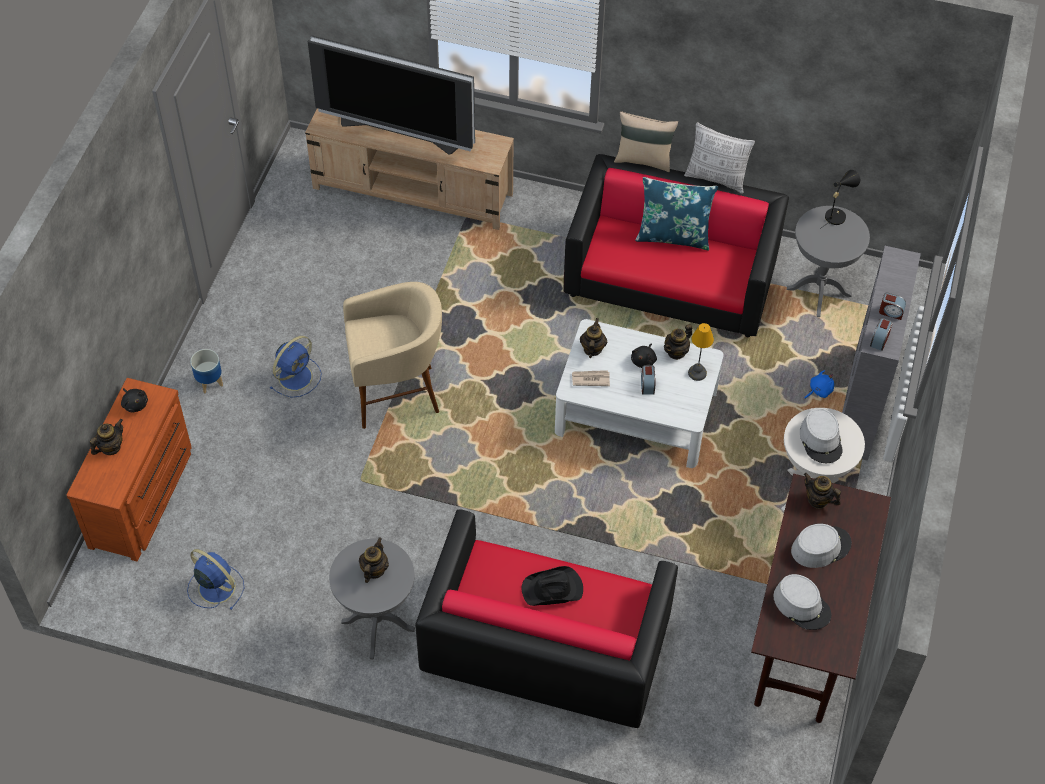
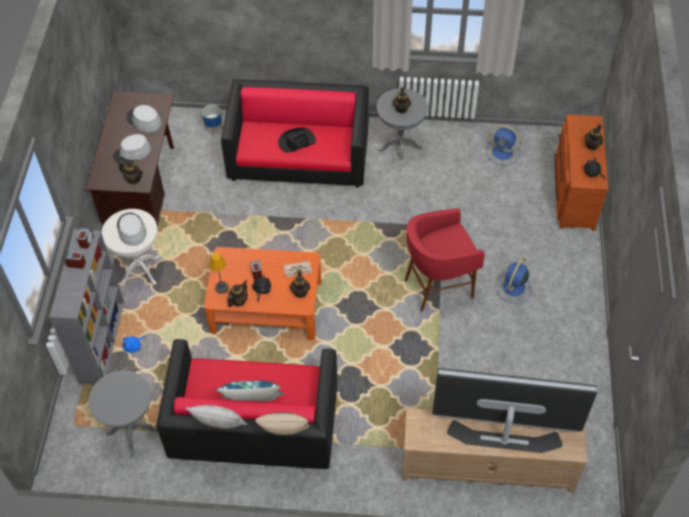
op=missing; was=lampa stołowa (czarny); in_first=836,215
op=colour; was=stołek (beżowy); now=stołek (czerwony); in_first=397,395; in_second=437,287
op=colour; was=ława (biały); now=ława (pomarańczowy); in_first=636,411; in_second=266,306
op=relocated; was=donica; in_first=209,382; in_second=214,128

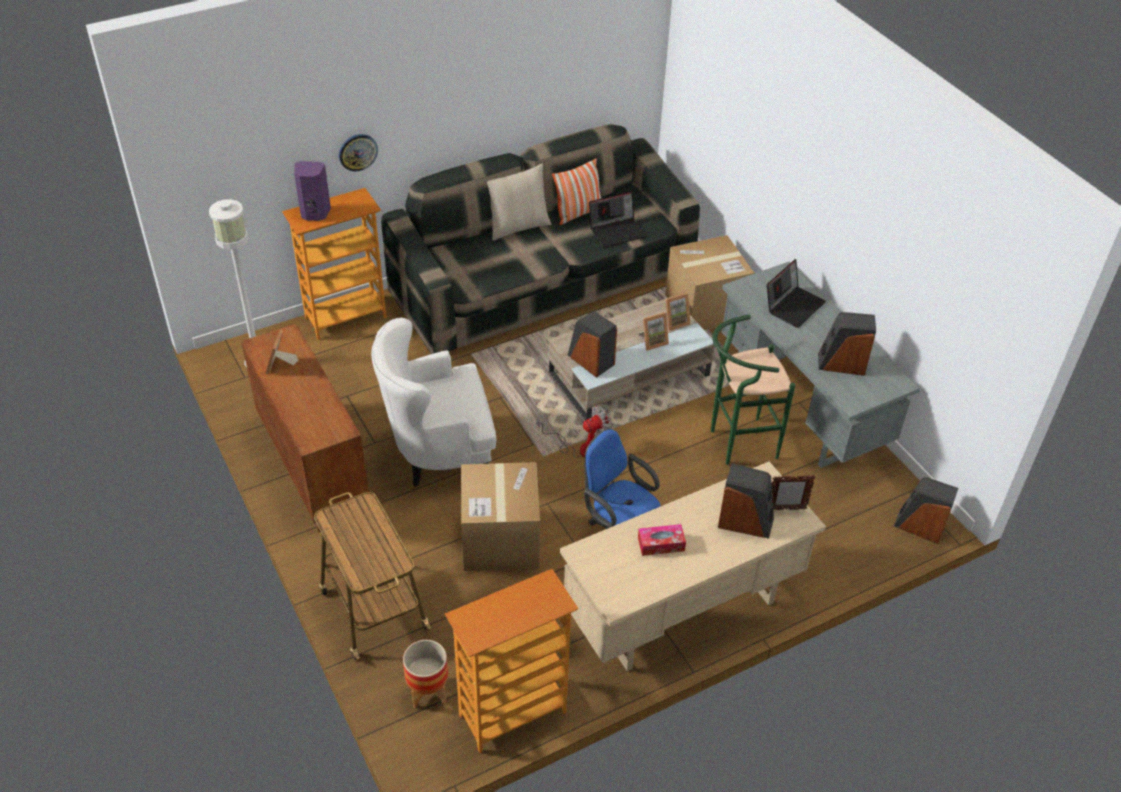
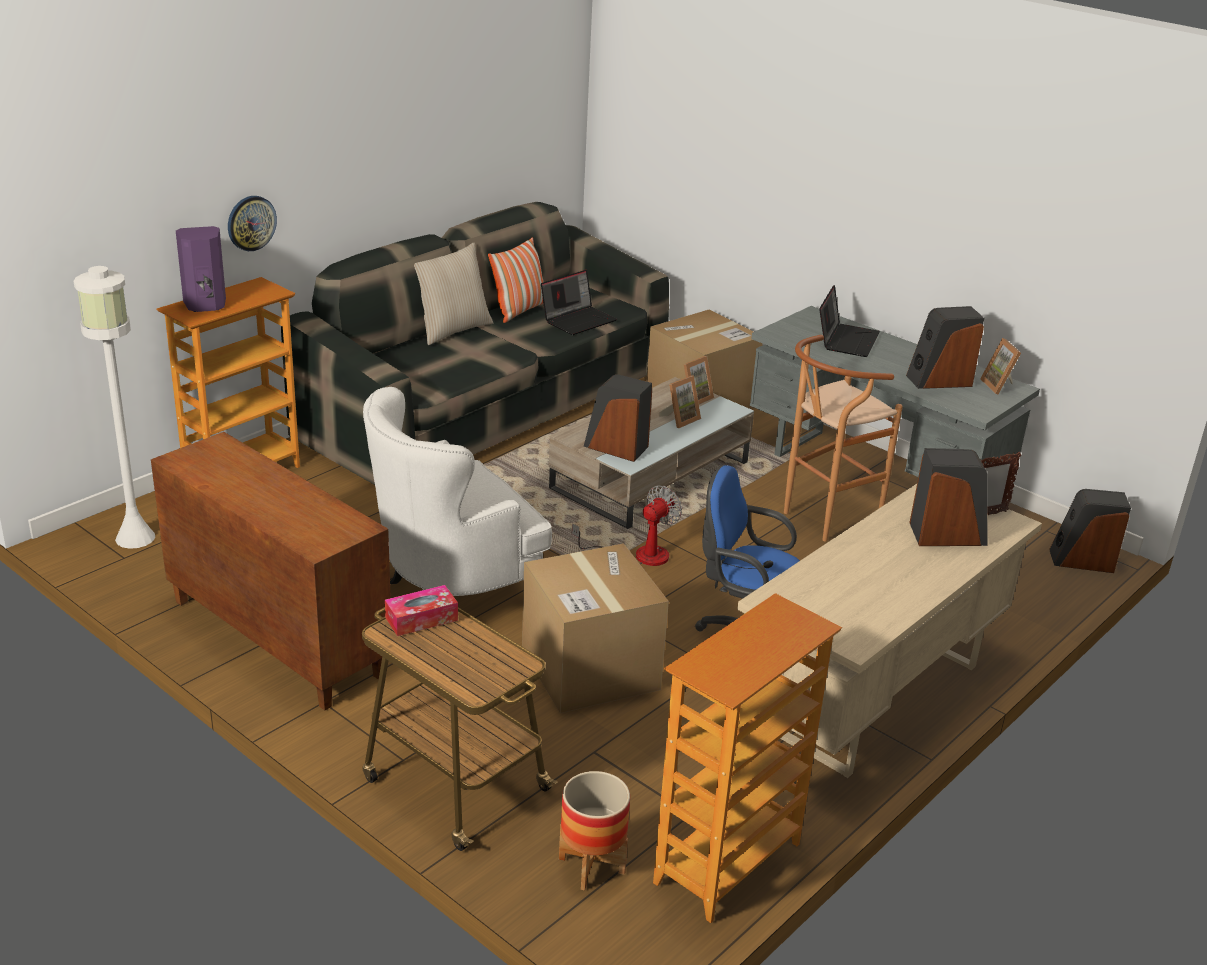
op=colour; was=stołek (zielony); now=stołek (brązowy); in_first=736,444; in_second=822,520
op=relocated; was=ramka na zdjęcie; in_first=280,365; in_second=1000,386
op=relocated; was=pudełko chusteczek; in_first=661,544; in_second=421,619

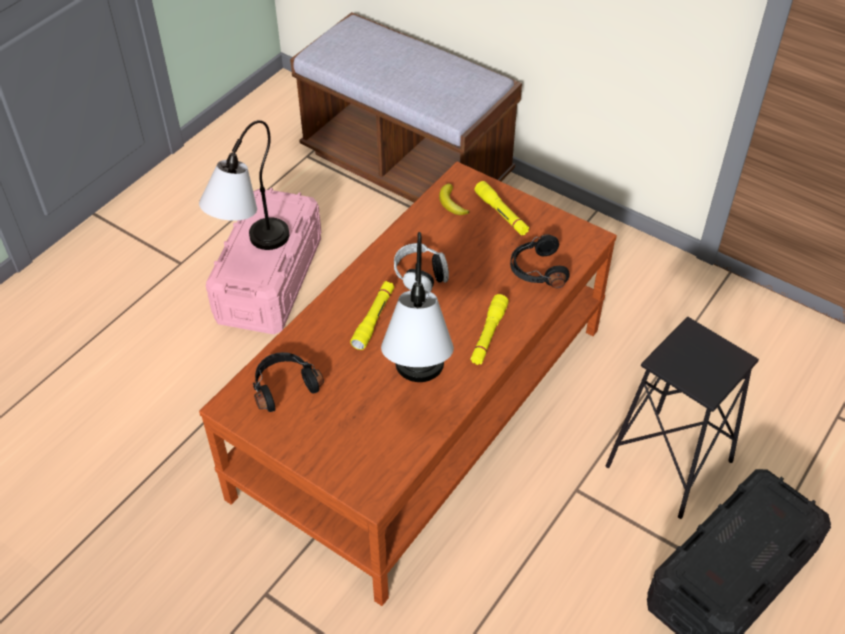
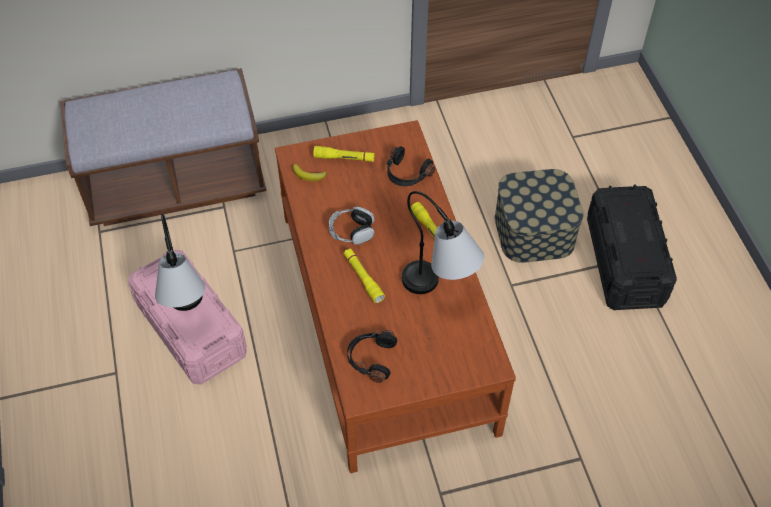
op=exchanged; was=stołek (czarny); now=pojemnik do przechowywania; in_first=669,464; in_second=534,230

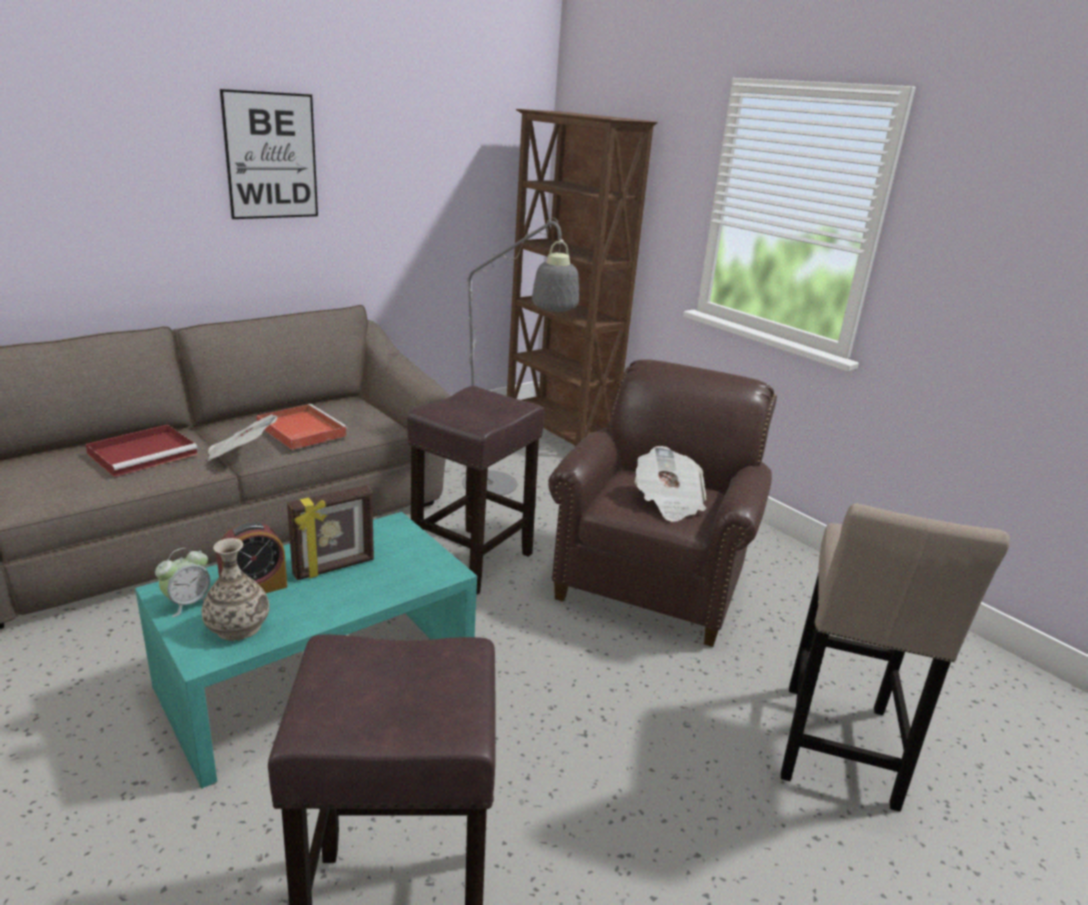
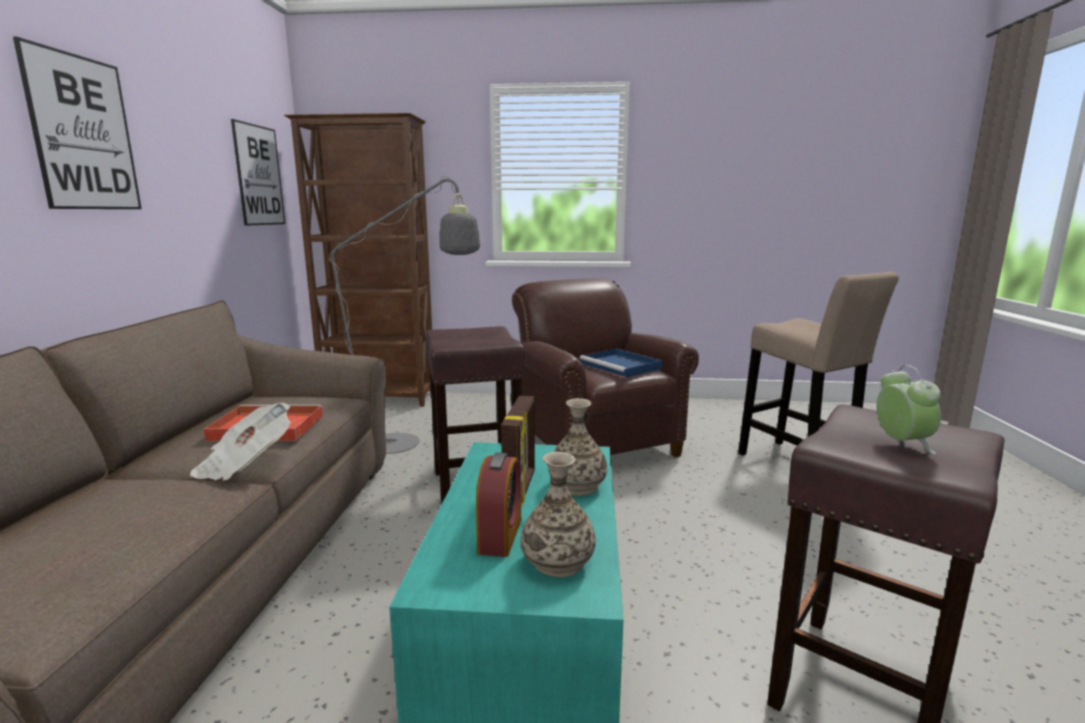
op=missing; was=taca (czerwony); in_first=144,453
op=exchanged; was=gazeta; now=taca (niebieski); in_first=668,502; in_second=622,366
op=relocated; was=budzik; in_first=188,603; in_second=901,443
op=appeared; now=obraz; in_second=259,175
op=appeared; now=wazon; in_second=577,486

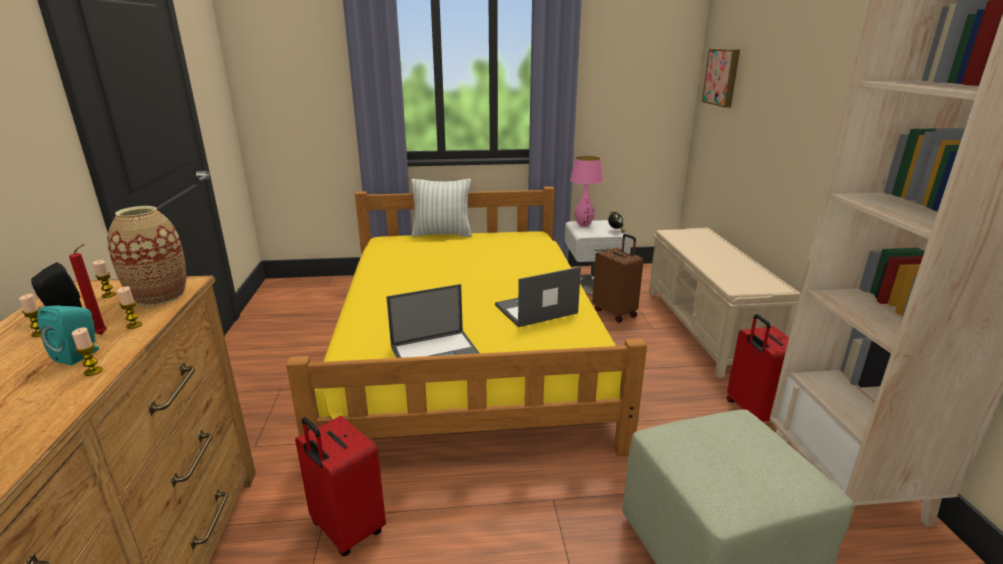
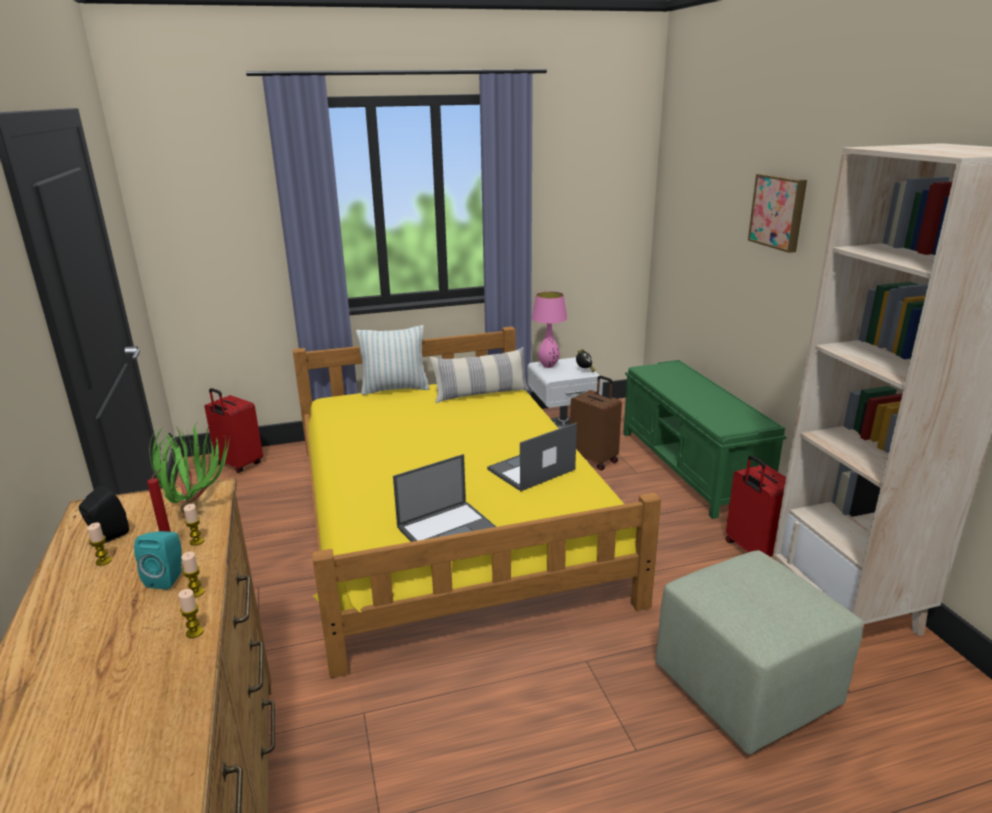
op=relocated; was=obraz; in_first=722,77; in_second=779,211
op=exchanged; was=wazon; now=roślina doniczkowa; in_first=159,296; in_second=196,507
op=colour; was=ławka (beżowy); now=ławka (zielony); in_first=707,328; in_second=691,467
op=relocated; was=świeca; in_first=109,295; in_second=194,632
op=relocated; was=walizka (czerwony); in_first=346,530; in_second=238,464
op=appeared; now=poduszka; in_second=481,394

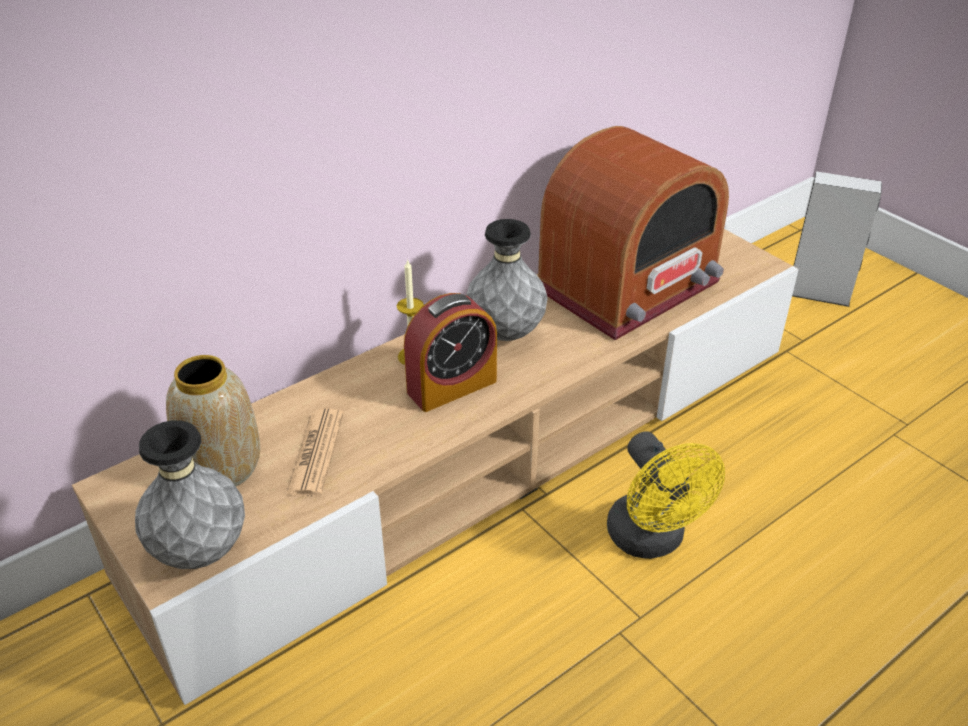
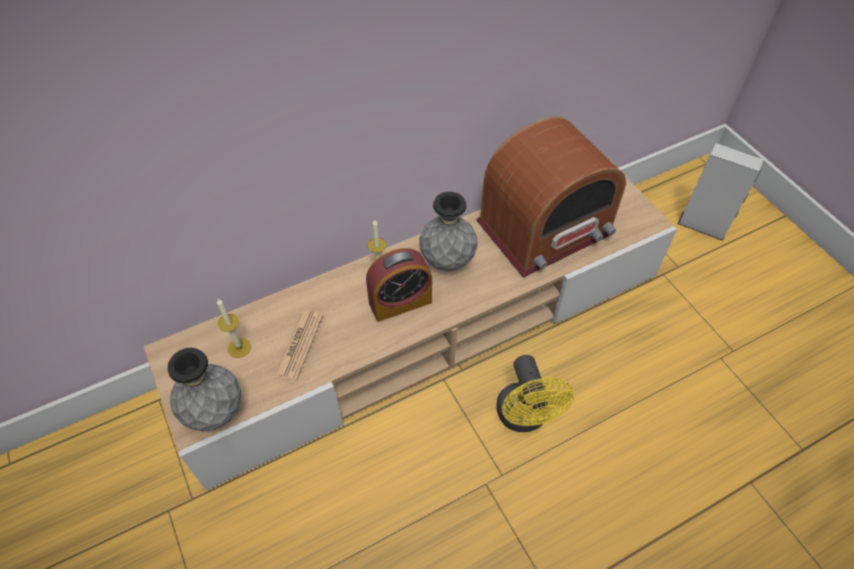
op=exchanged; was=wazon; now=świeca; in_first=224,467; in_second=239,348

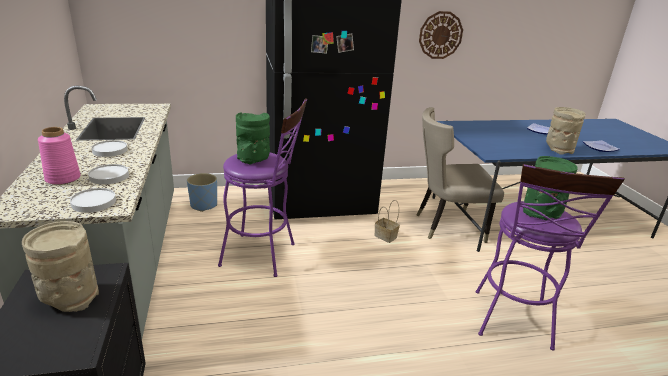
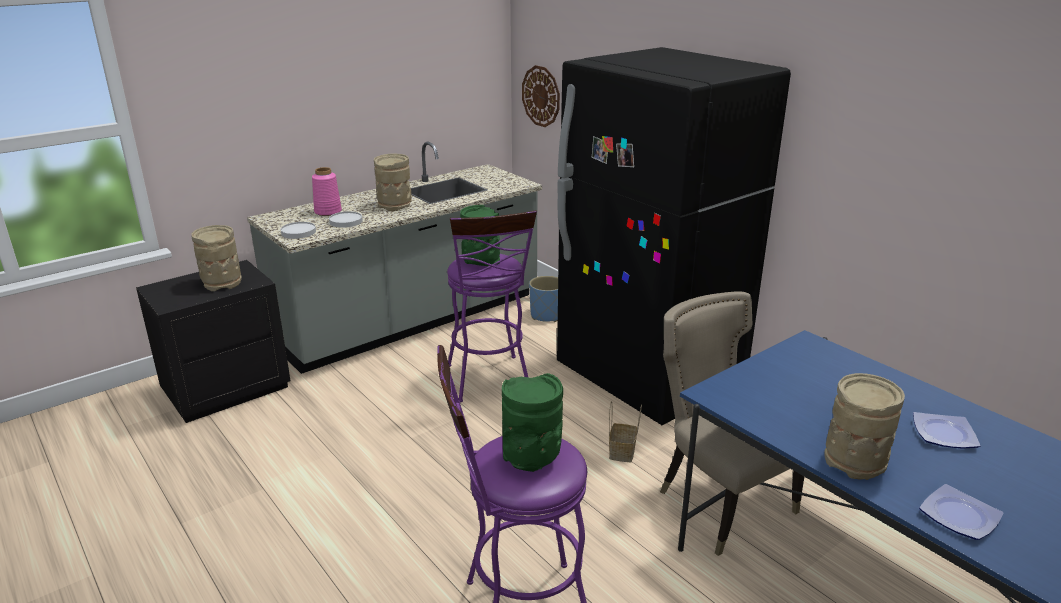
op=relocated; was=zegar ścienny; in_first=440,35; in_second=541,96
op=exchanged; was=talerz (biały); now=wazon (beżowy); in_first=110,150; in_second=395,205

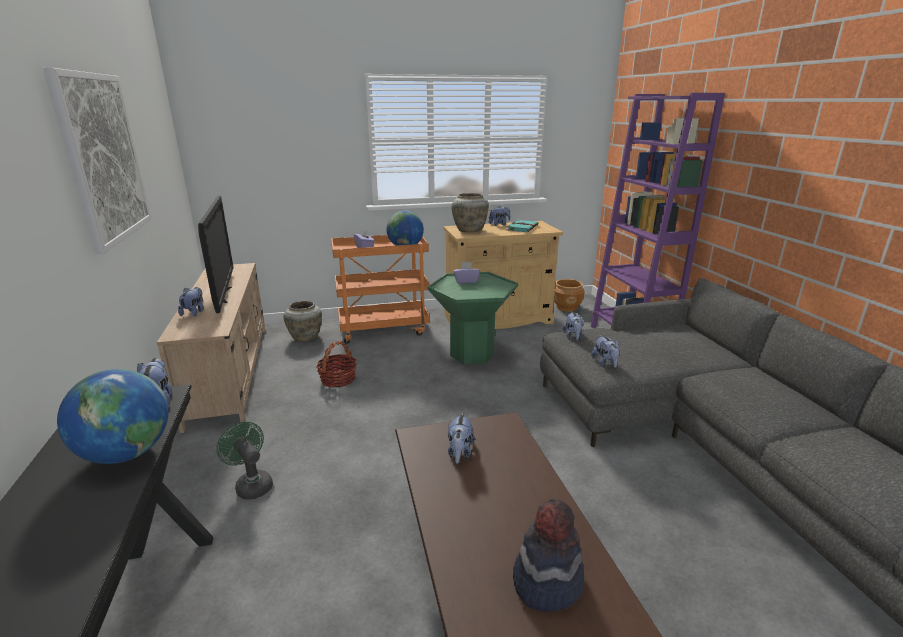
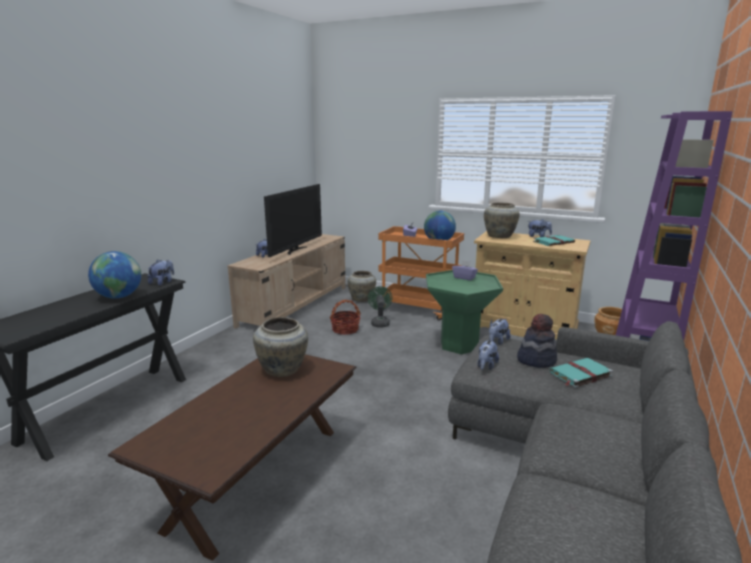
op=missing; was=obraz; in_first=103,158
op=exchanged; was=pluszak; now=wazon (beżowy); in_first=460,453; in_second=282,370
op=relocated; was=wentylator (zielony); in_first=251,484; in_second=380,322
op=relocated; was=kapelusz; in_first=546,581; in_second=536,360
op=appeared; now=książka (turkusowy); in_second=579,374

